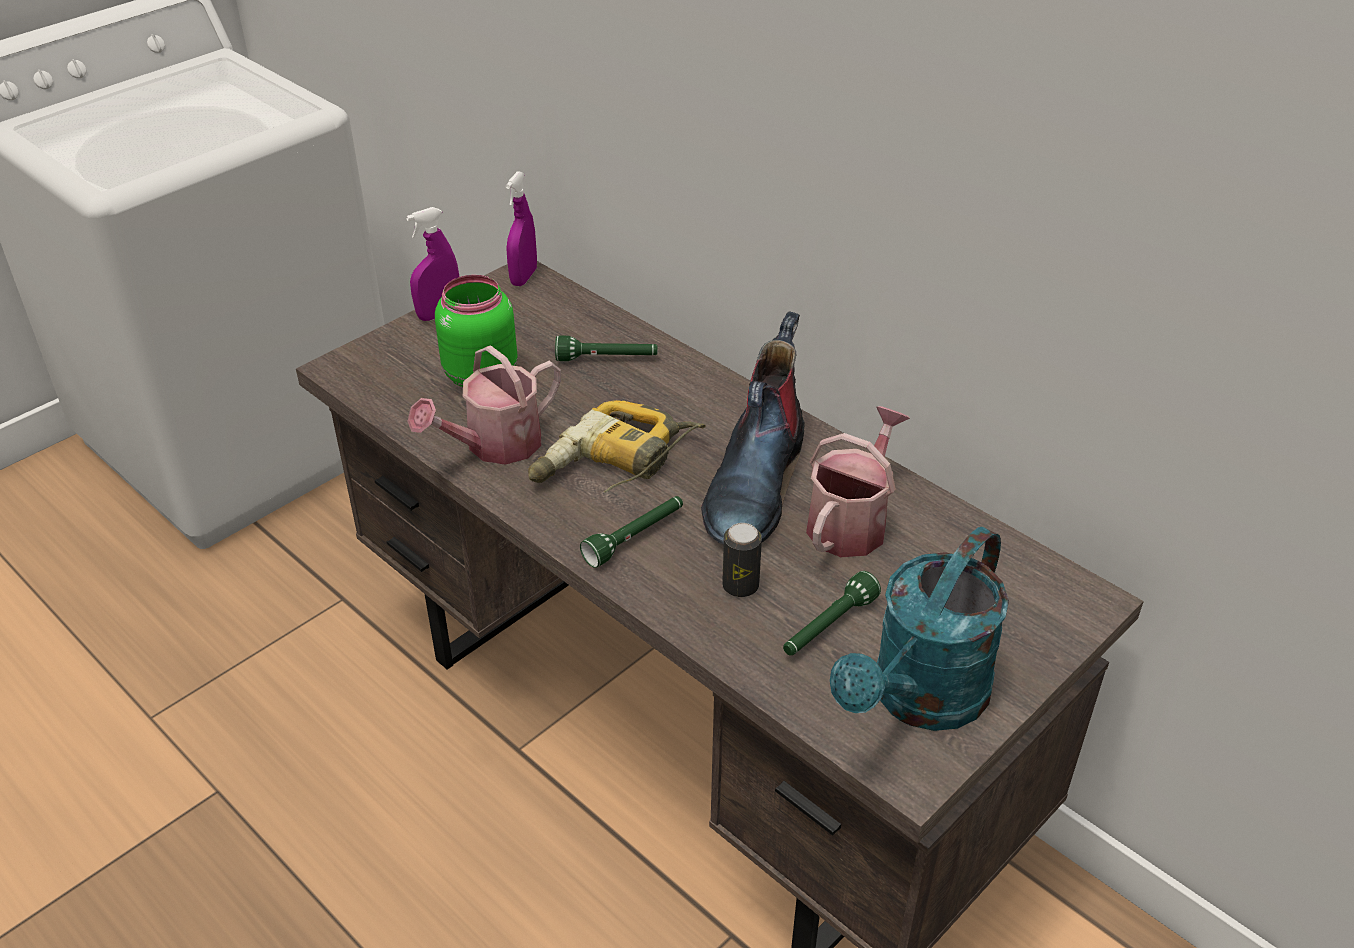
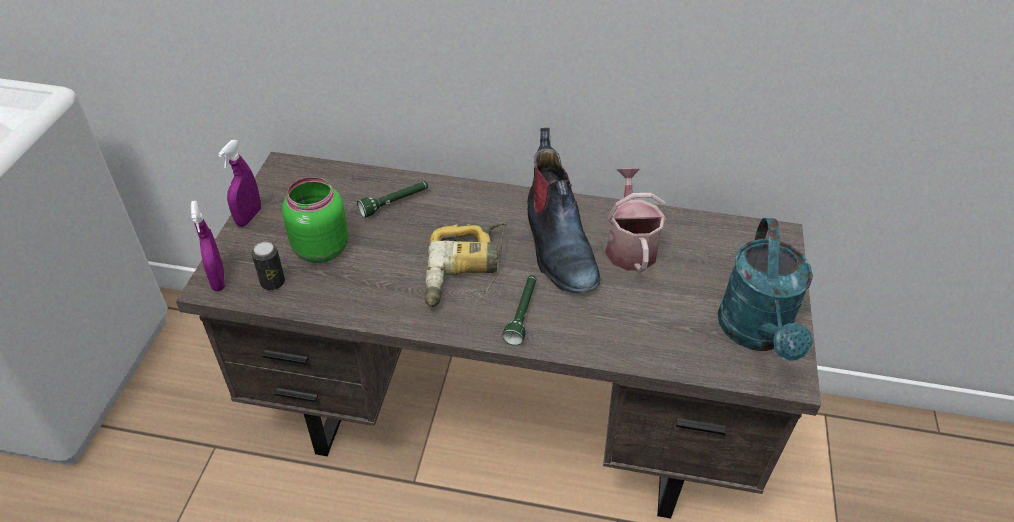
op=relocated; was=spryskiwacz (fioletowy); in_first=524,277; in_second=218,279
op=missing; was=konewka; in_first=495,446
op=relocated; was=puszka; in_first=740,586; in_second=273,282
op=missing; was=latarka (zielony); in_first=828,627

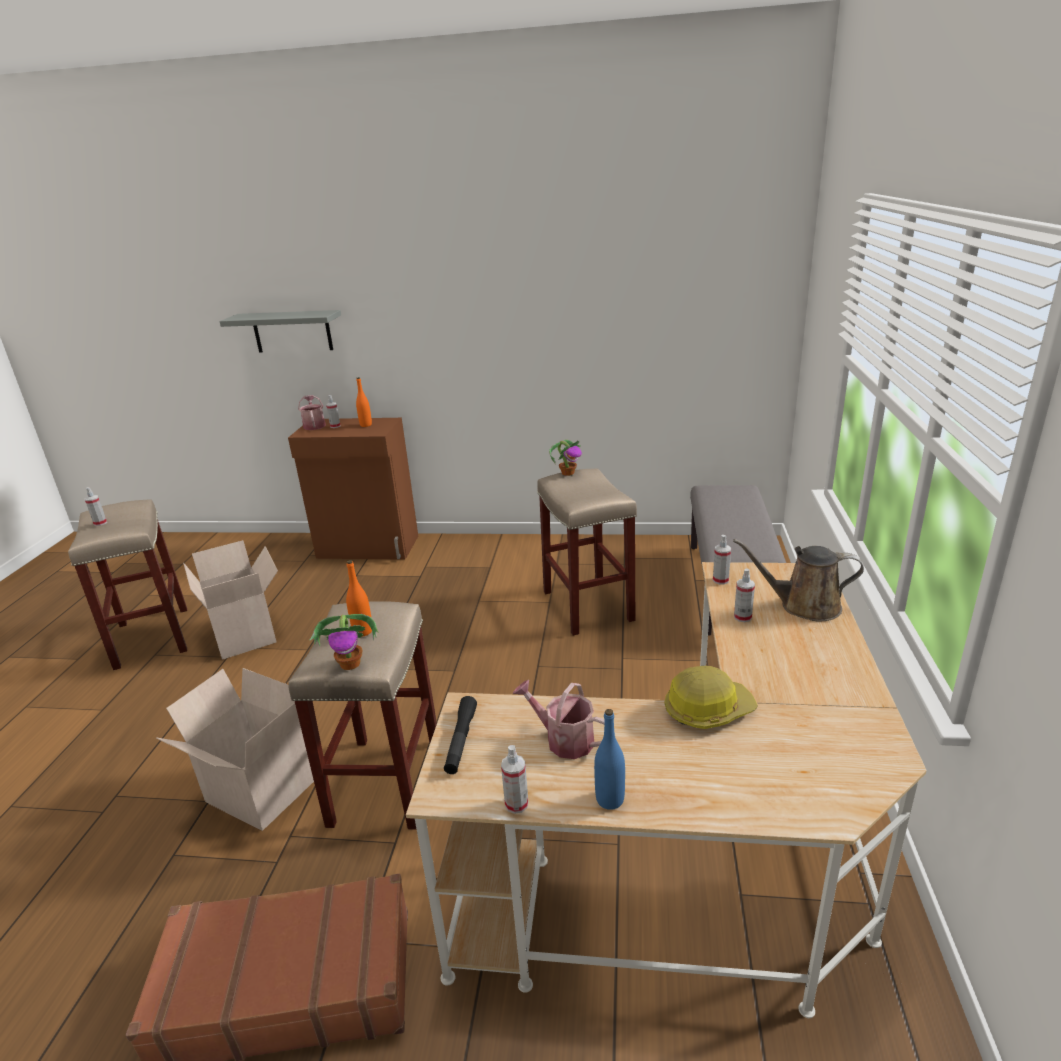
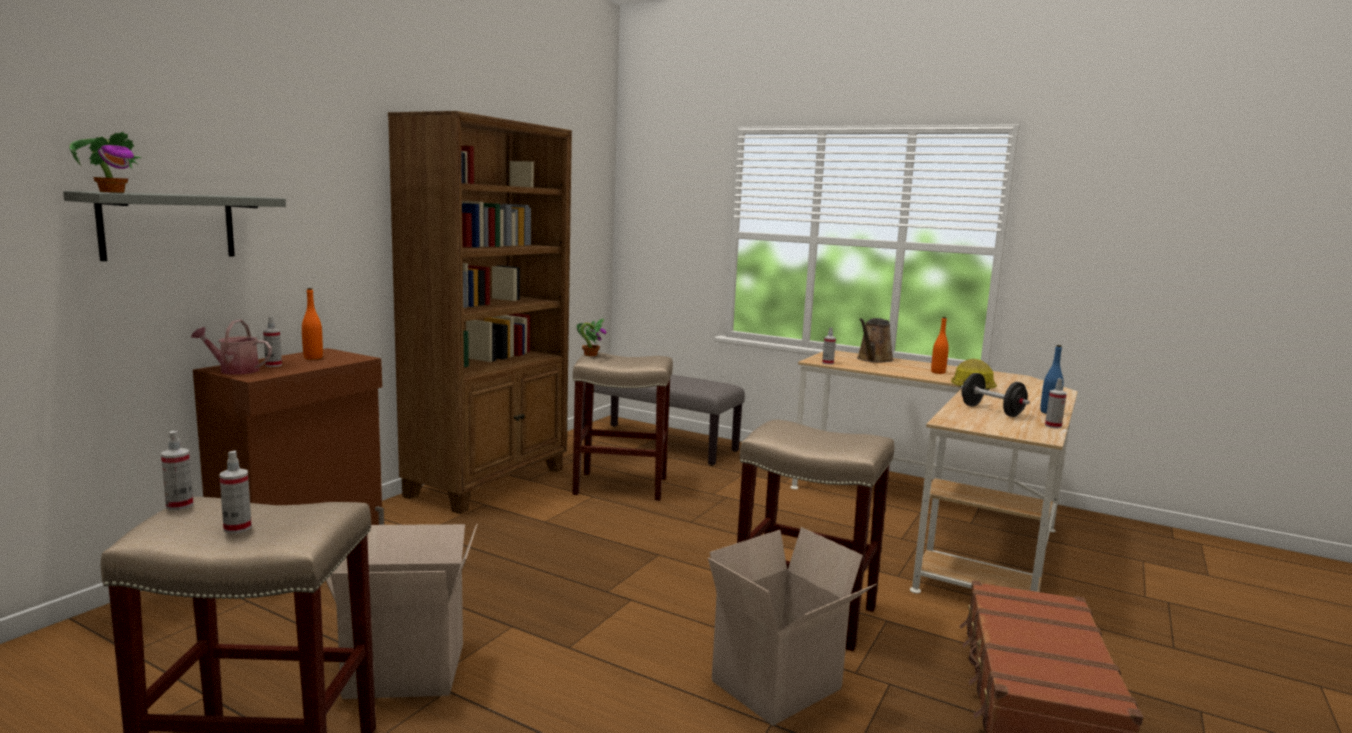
op=relocated; was=butelka (pomarańczowy); in_first=363,631; in_second=938,372
op=relocated; was=spryskiwacz; in_first=742,617; in_second=179,505
op=relocated; was=roślina doniczkowa; in_first=351,663; in_second=112,192
op=exchanged; was=konewka; now=hantel (czarny); in_first=564,739; in_second=992,411
op=missing; was=latarka (czarny); in_first=461,740
op=appeared; now=regał (brązowy); in_second=489,482

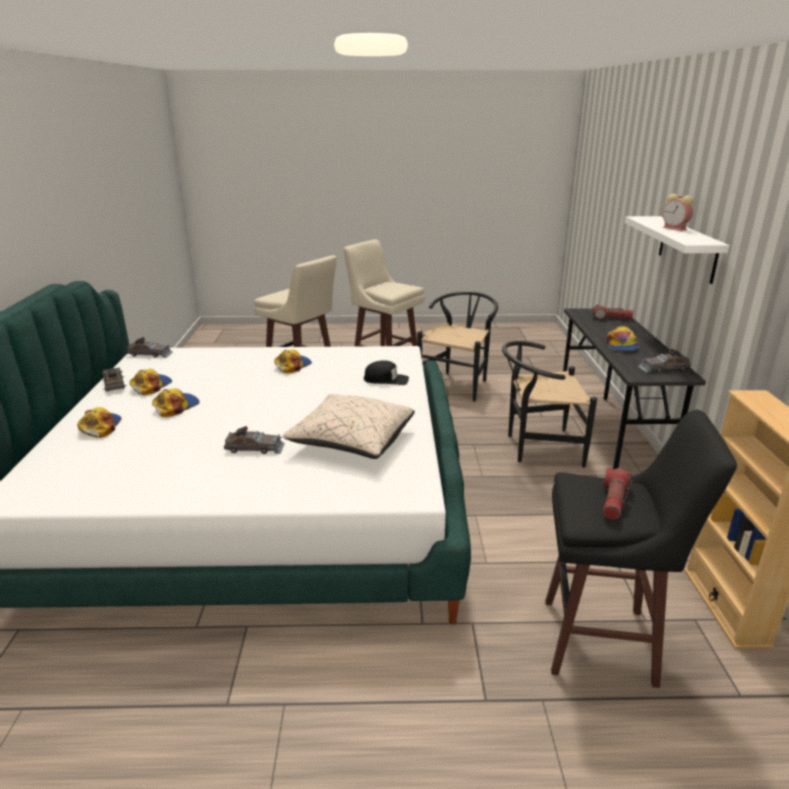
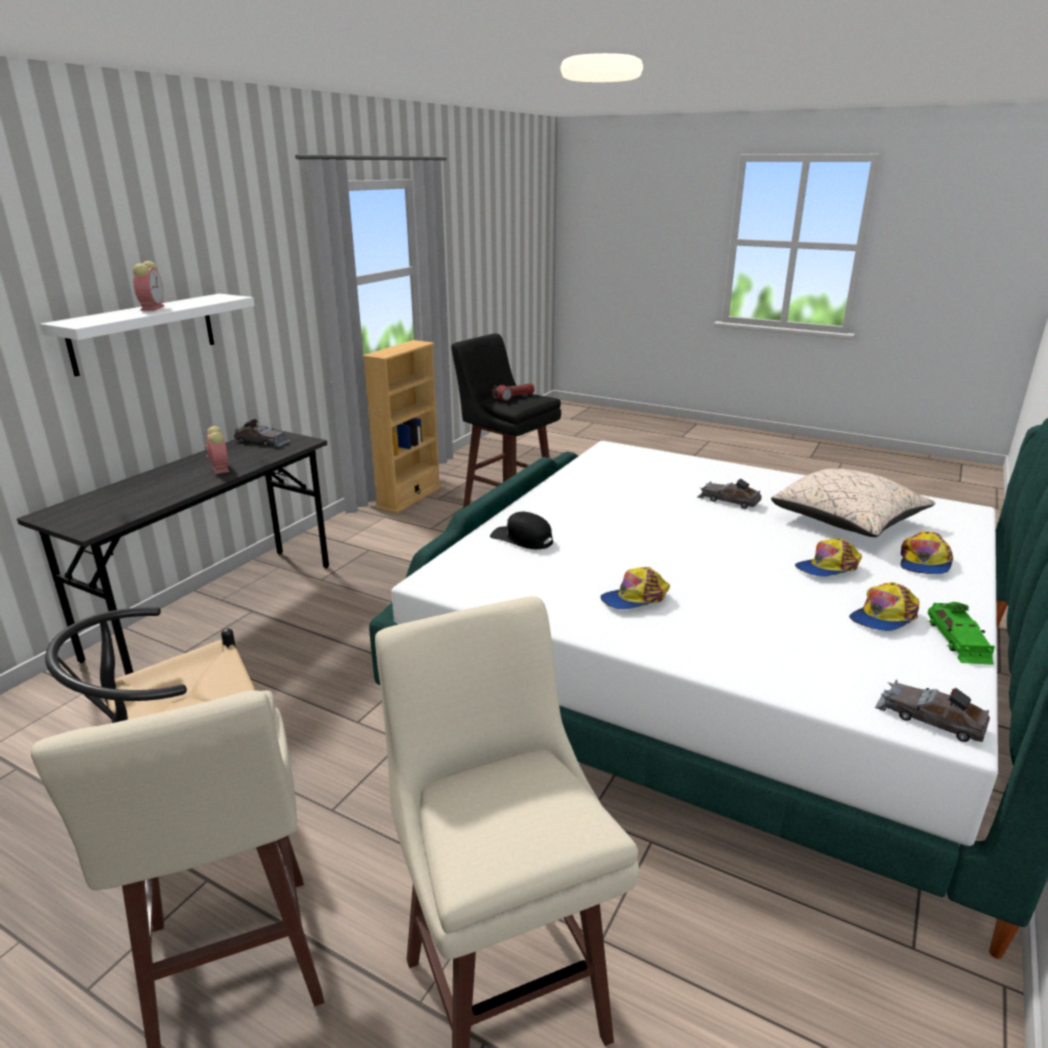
op=missing; was=latarka; in_first=611,318
op=exchanged; was=czapka z daszkiem; now=budzik; in_first=621,345; in_second=220,468
op=missing; was=krzesło (czarny); in_first=537,448
op=colour; was=samochodzik (szary); now=samochodzik (zielony); in_first=114,384; in_second=957,640
op=relocated; was=poduszka (beżowy); in_first=352,441; in_second=848,522

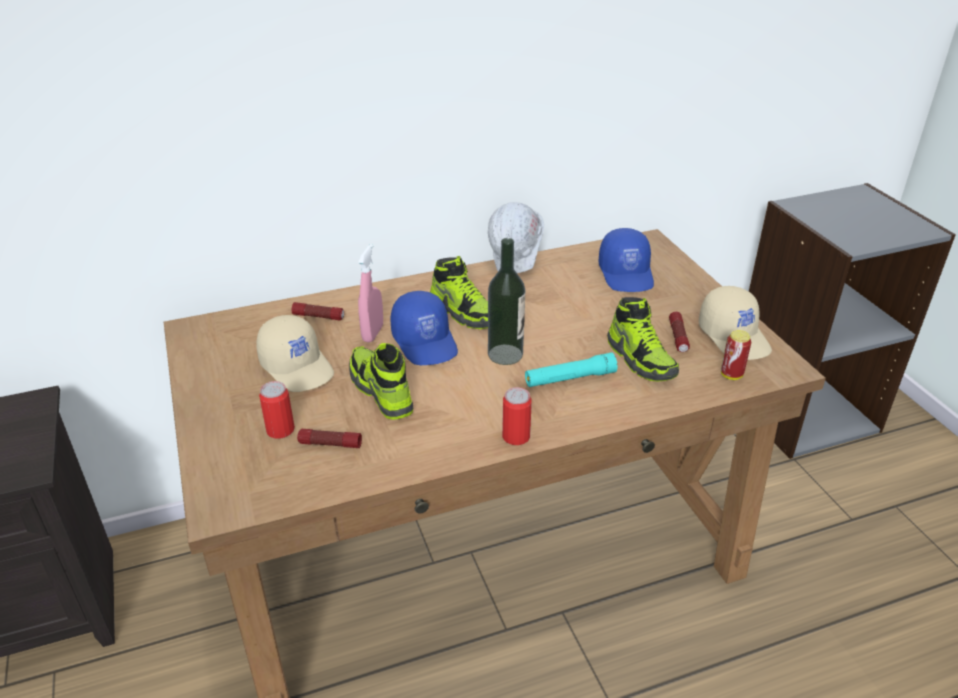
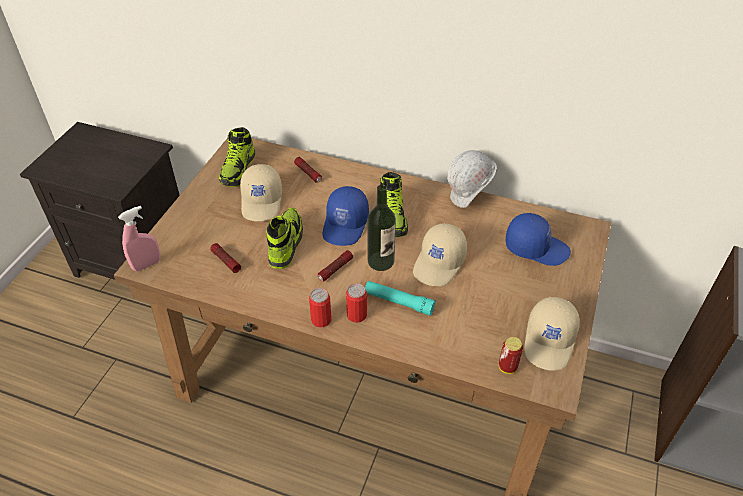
op=spun; was=czapka z daszkiem (niebieski); in_first=627,274; in_second=536,247; clockwise=-105
op=relocated; was=spryskiwacz (różowy); in_first=373,333; in_second=146,264
op=relocated; was=but; in_first=641,359; in_second=238,170
op=relocated; was=latarka; in_first=678,337; in_second=335,269
op=relocated; was=puszka; in_first=280,430; in_second=356,315
op=appeared; now=czapka z daszkiem (beżowy); in_second=439,263

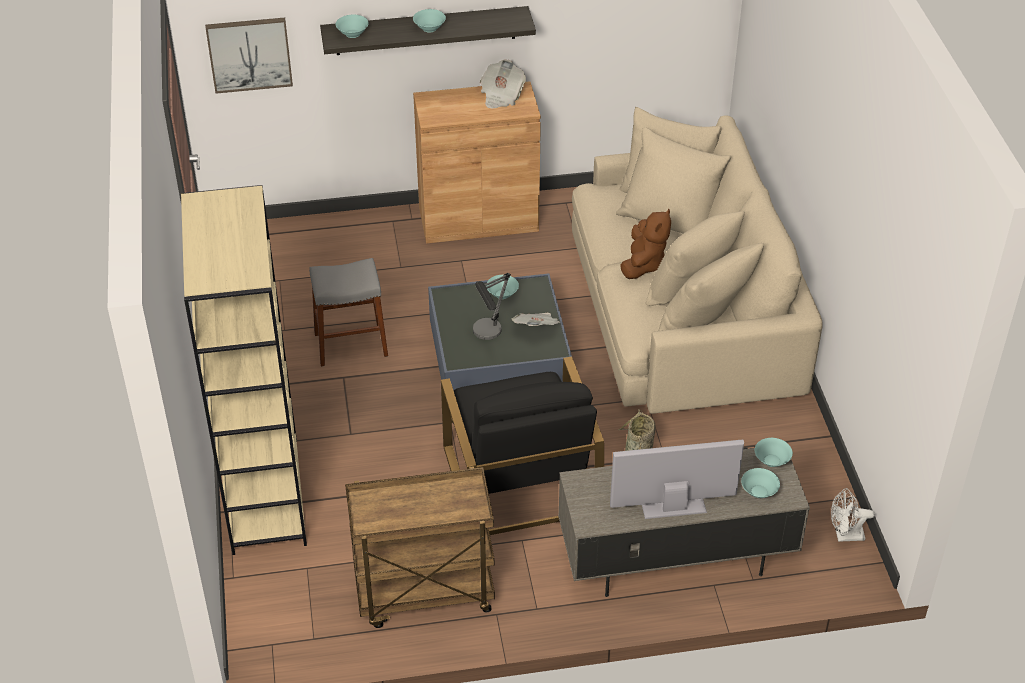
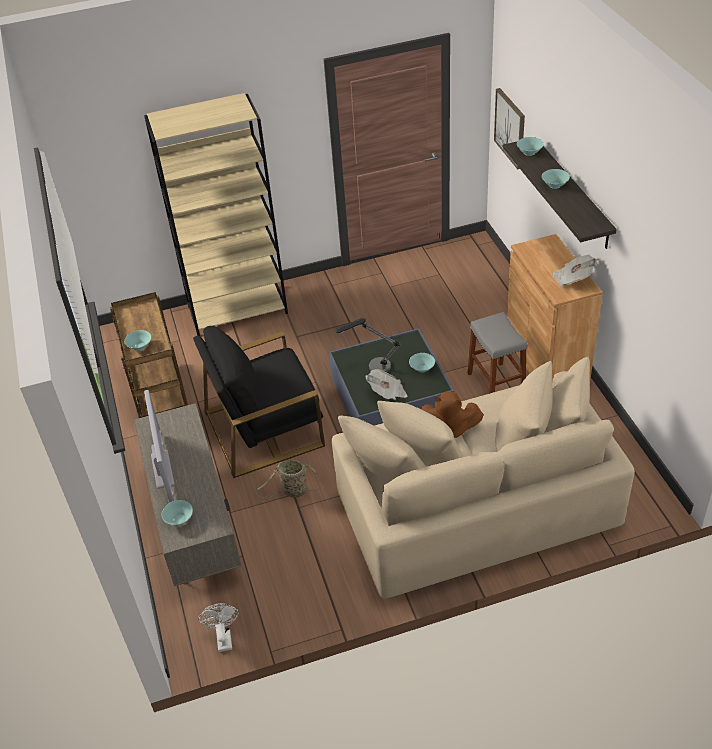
op=relocated; was=stołek (szary); in_first=351,344; in_second=496,384
op=relocated; was=miska (turkusowy); in_first=772,461; in_second=139,346

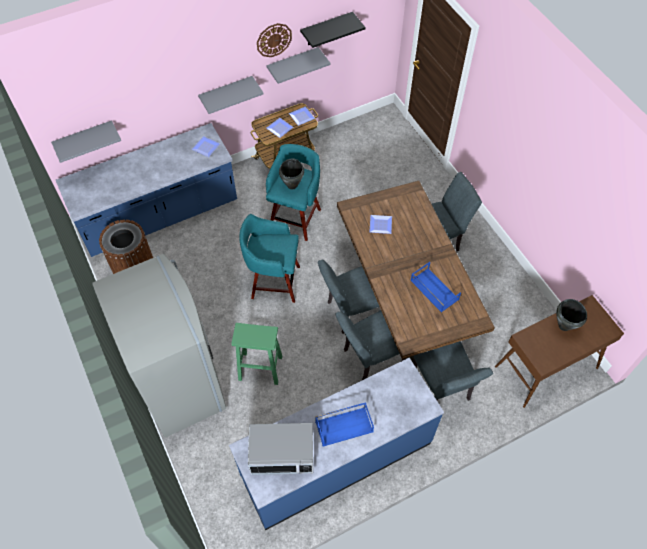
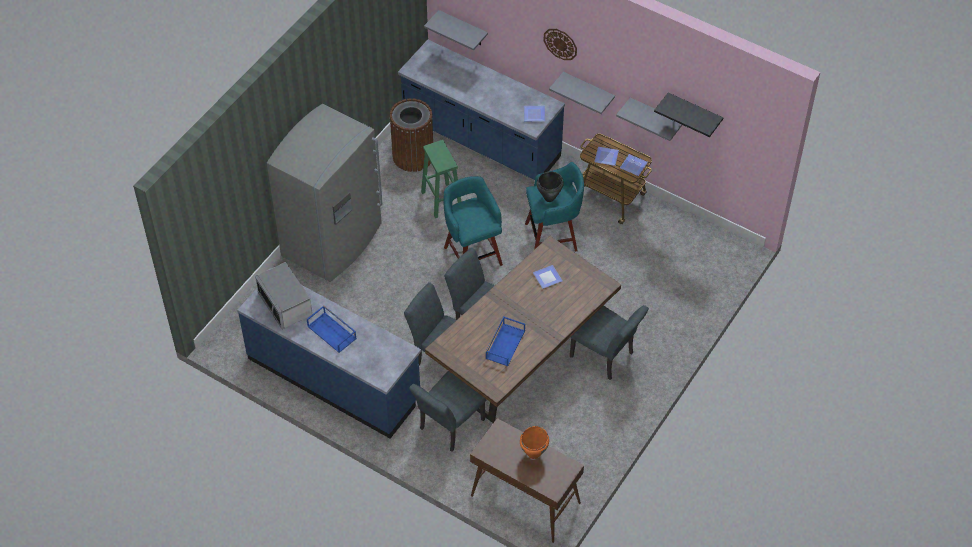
op=relocated; was=zegar ścienny; in_first=274,40; in_second=560,43
op=colour; was=garnek (czarny); now=garnek (pomarańczowy); in_first=564,325; in_second=534,454
op=relocated; was=stołek (zielony); in_first=259,368; in_second=441,200

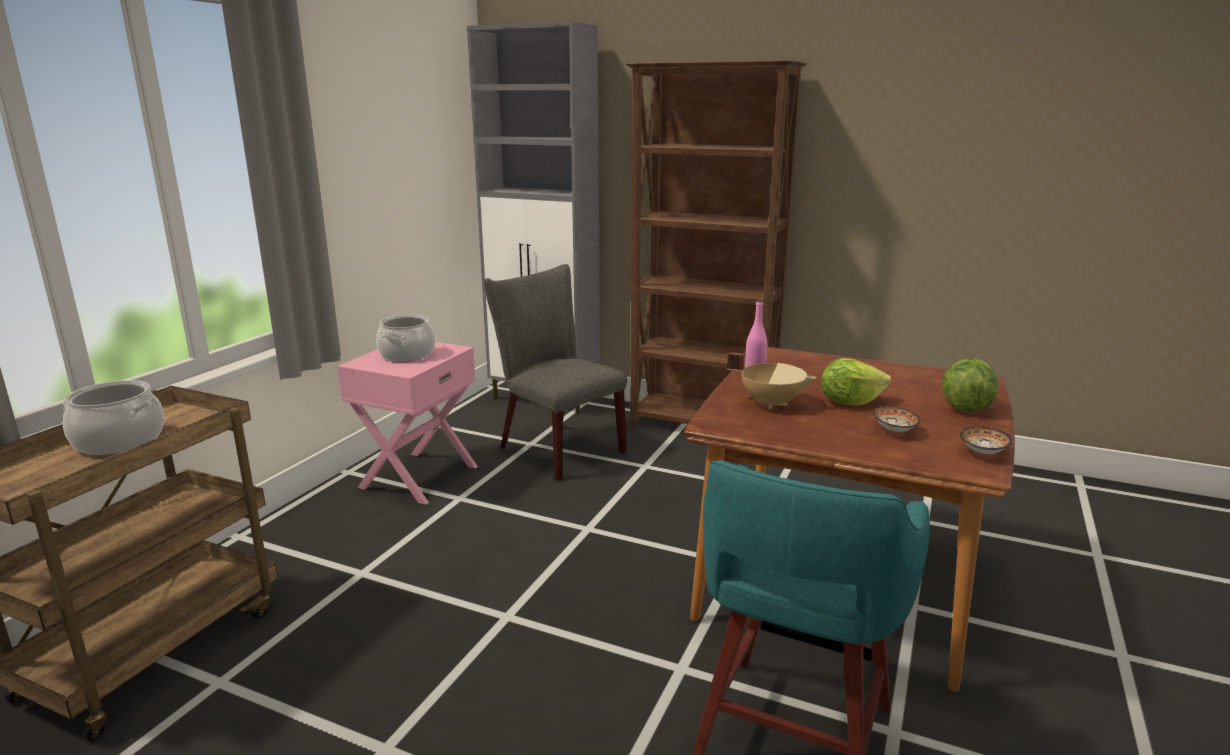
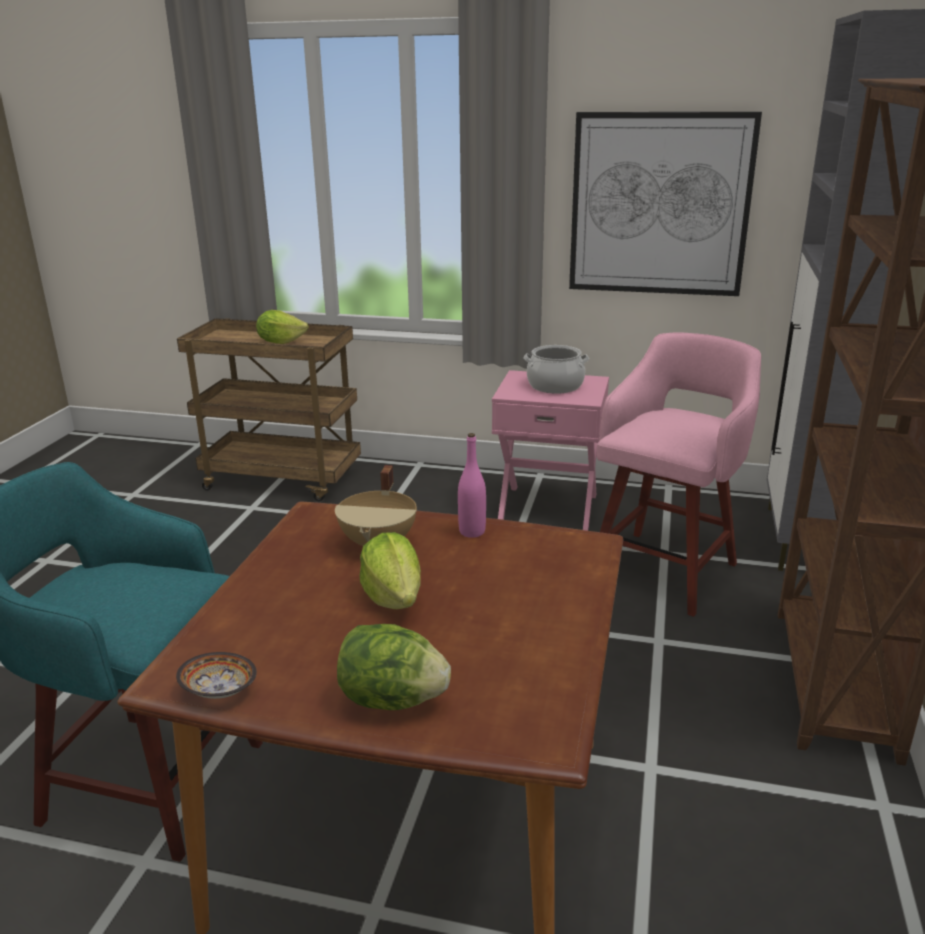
op=exchanged; was=krzesło (szary); now=stołek (różowy); in_first=555,447; in_second=665,569
op=exchanged; was=garnek; now=sałata; in_first=119,441; in_second=280,342
op=missing; was=miska; in_first=893,430
op=appeared; now=obraz; in_second=659,205

